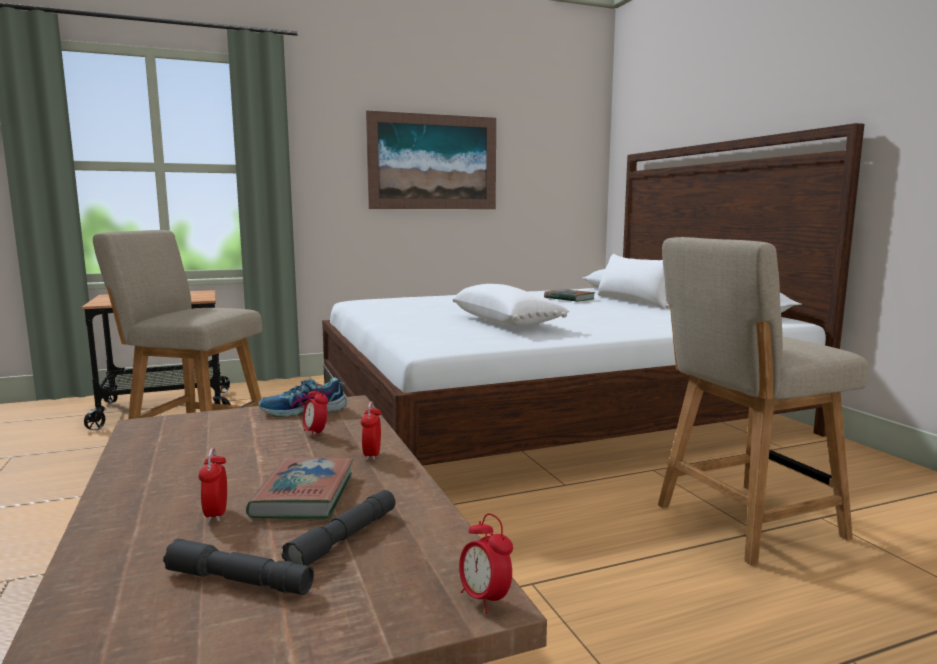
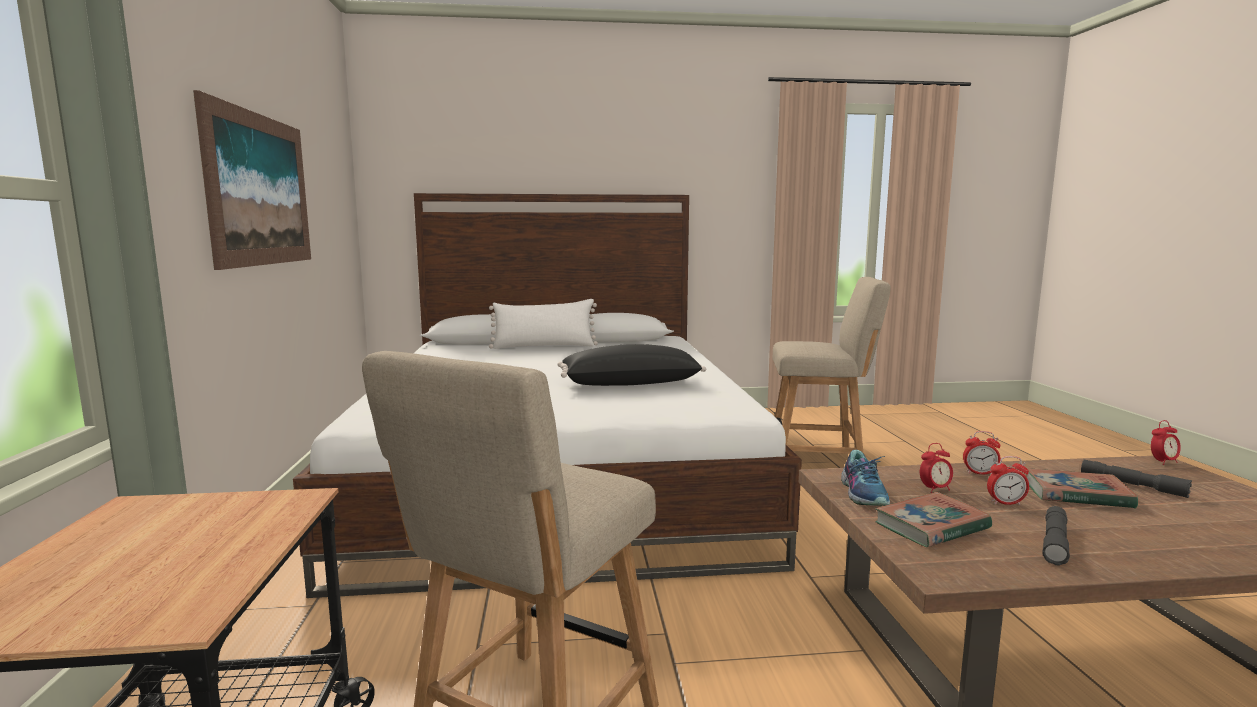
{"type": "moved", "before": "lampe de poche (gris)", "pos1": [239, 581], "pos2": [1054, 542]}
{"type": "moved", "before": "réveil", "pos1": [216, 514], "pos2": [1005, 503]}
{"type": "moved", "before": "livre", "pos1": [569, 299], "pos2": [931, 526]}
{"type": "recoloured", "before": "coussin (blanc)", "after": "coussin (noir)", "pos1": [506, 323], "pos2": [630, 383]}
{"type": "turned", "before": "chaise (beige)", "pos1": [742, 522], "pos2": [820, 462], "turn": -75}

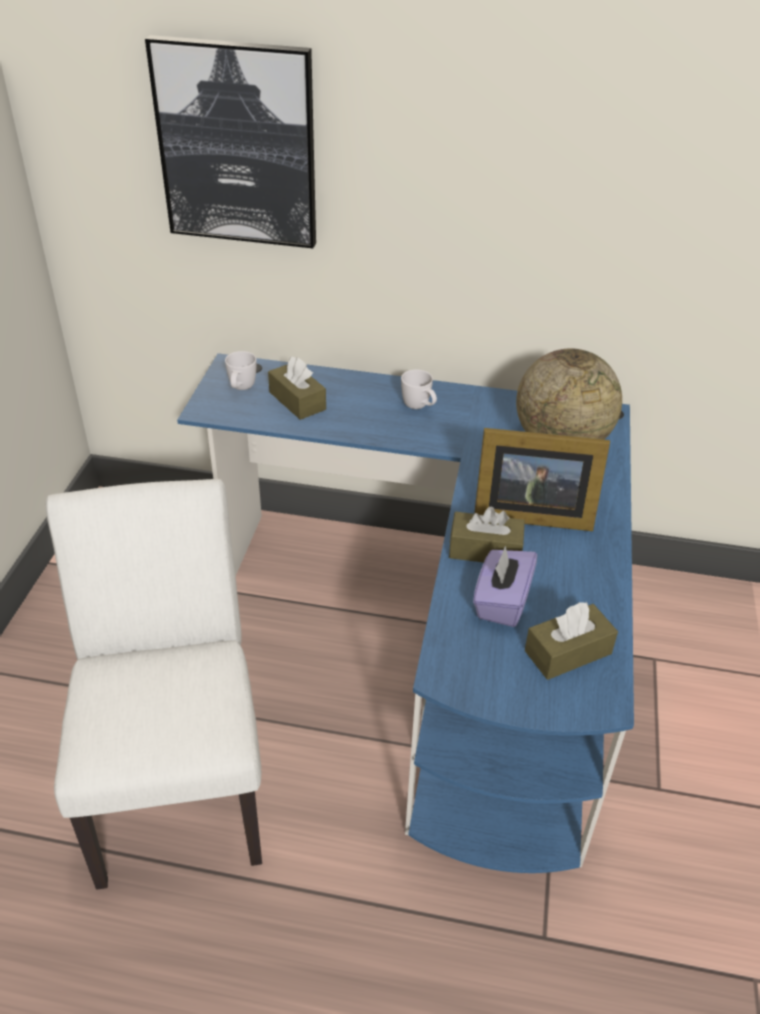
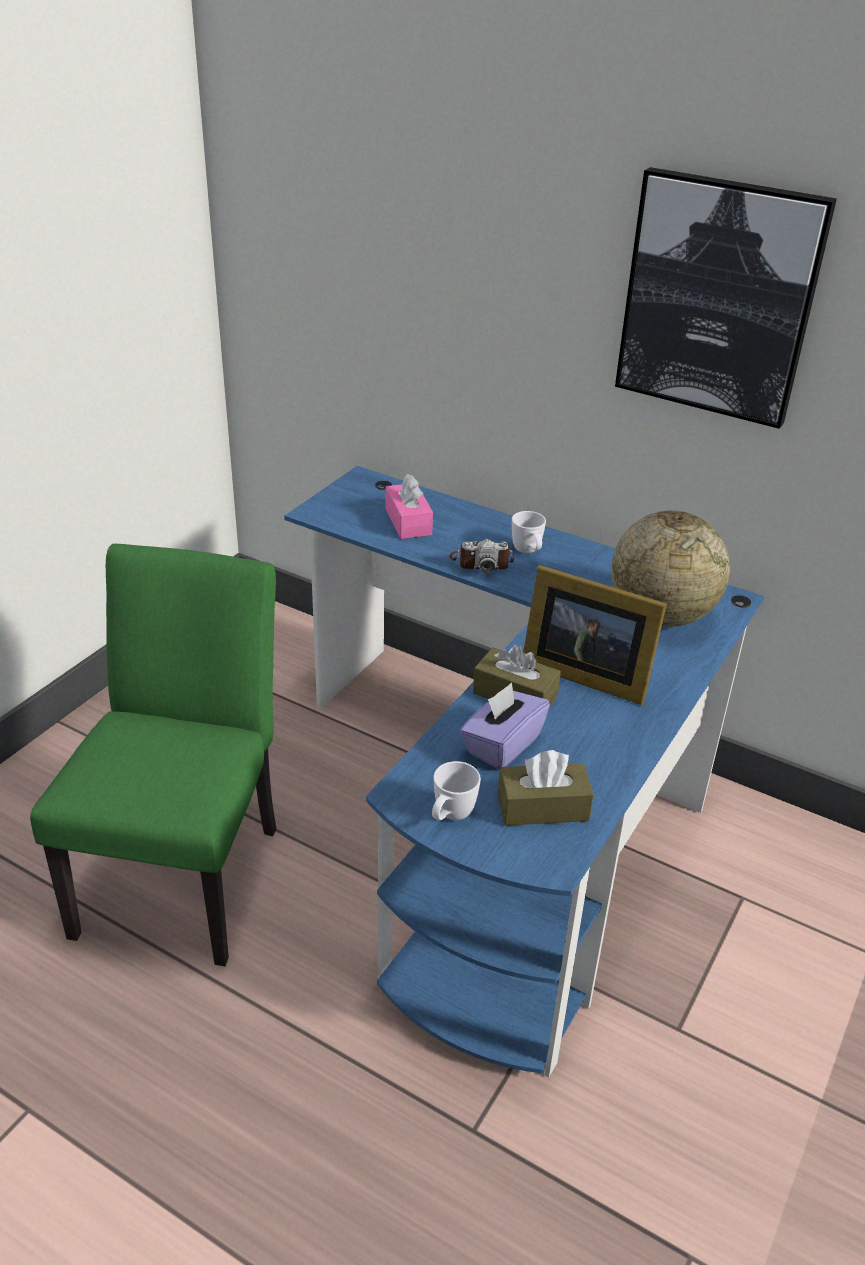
{"type": "added", "after": "appareil photo", "pos2": [481, 562]}
{"type": "moved", "before": "tableau", "pos1": [237, 144], "pos2": [718, 298]}
{"type": "moved", "before": "mug (blanc)", "pos1": [241, 389], "pos2": [450, 816]}
{"type": "recoloured", "before": "chaise (blanc)", "after": "chaise (vert)", "pos1": [179, 780], "pos2": [186, 868]}
{"type": "recoloured", "before": "boîte à mouchoirs (marron)", "after": "boîte à mouchoirs (rose)", "pos1": [297, 401], "pos2": [408, 522]}

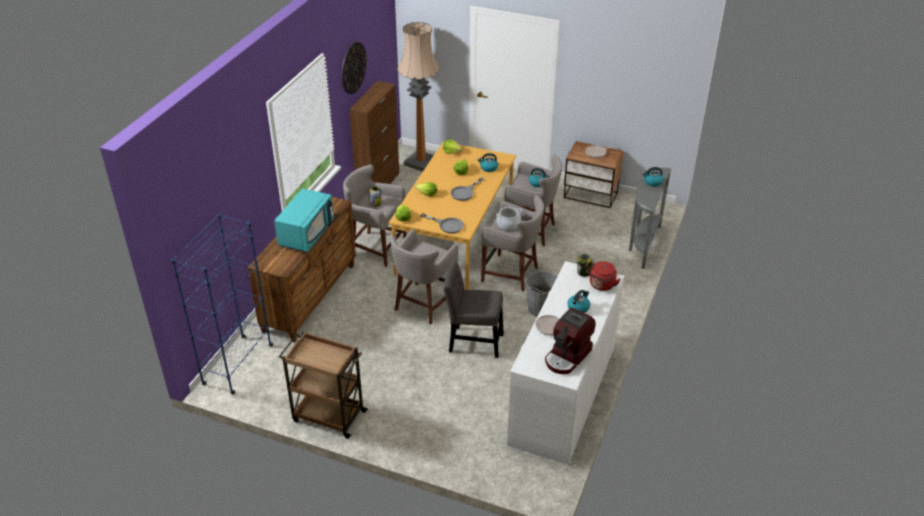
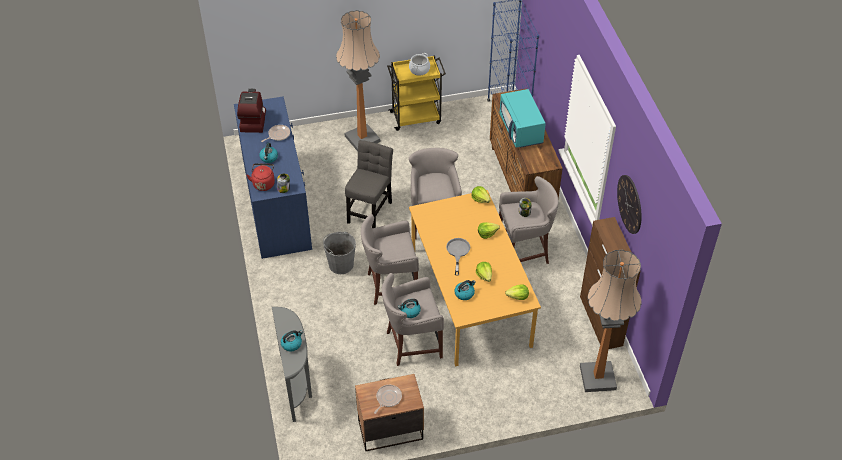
{"type": "removed", "before": "poêle (gris)", "pos1": [447, 225]}
{"type": "added", "after": "lampadaire", "pos2": [362, 139]}
{"type": "moved", "before": "marmite", "pos1": [508, 224], "pos2": [419, 70]}
{"type": "recoloured", "before": "chariot (marron)", "after": "chariot (jaune)", "pos1": [328, 416], "pos2": [416, 117]}
{"type": "recoloured", "before": "commode (blanc)", "after": "commode (bleu)", "pos1": [563, 394], "pos2": [276, 204]}
{"type": "turned", "before": "chaise (gris)", "pos1": [473, 342], "pos2": [370, 210], "turn": -45}

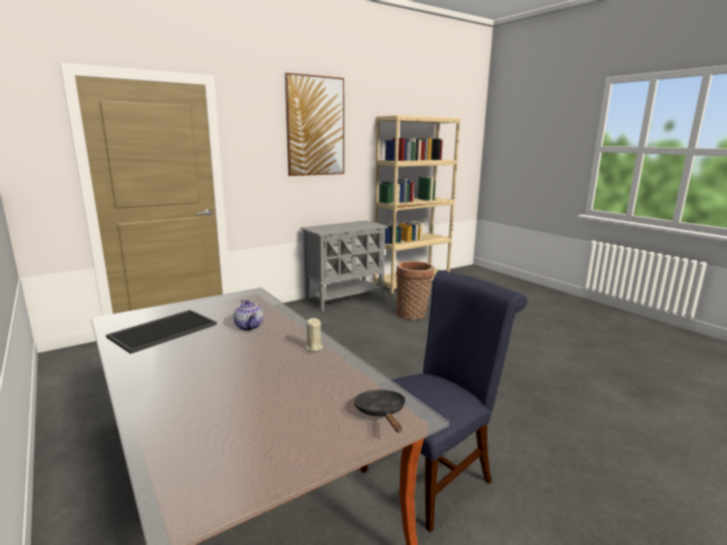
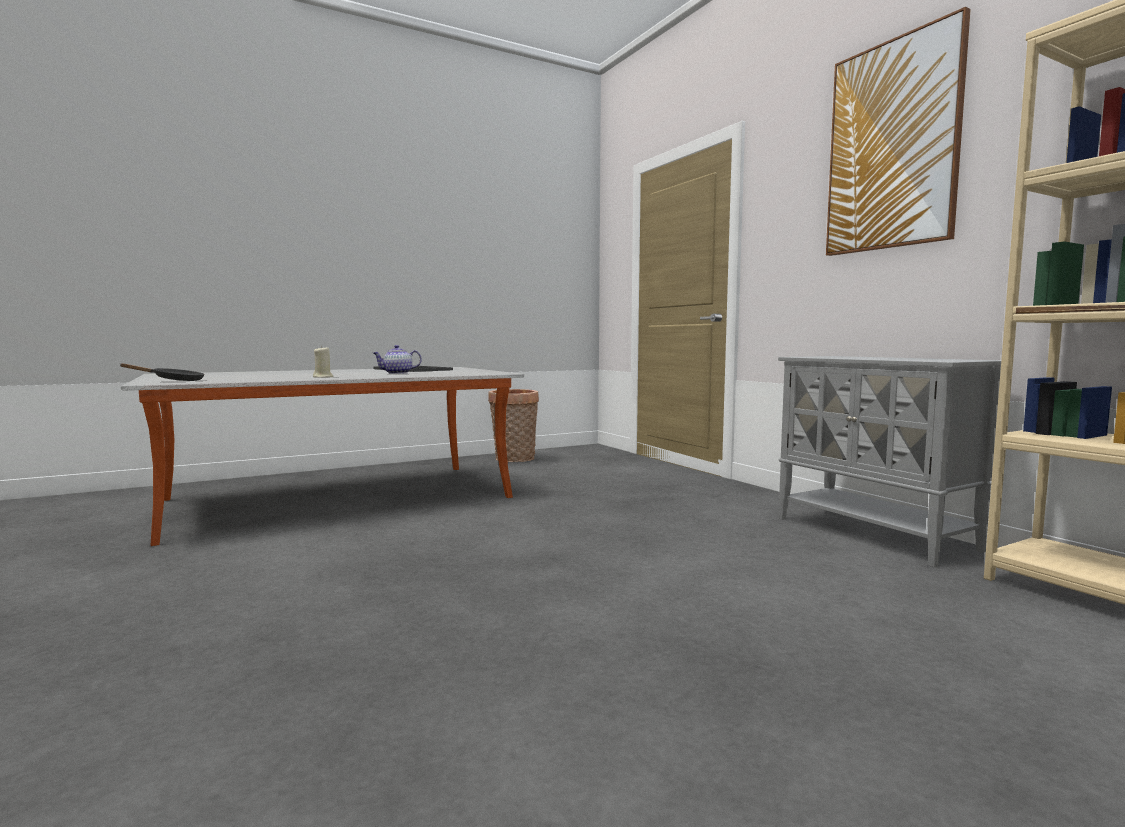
{"type": "removed", "before": "chaise (bleu)", "pos1": [431, 473]}
{"type": "moved", "before": "panier", "pos1": [413, 314], "pos2": [514, 460]}

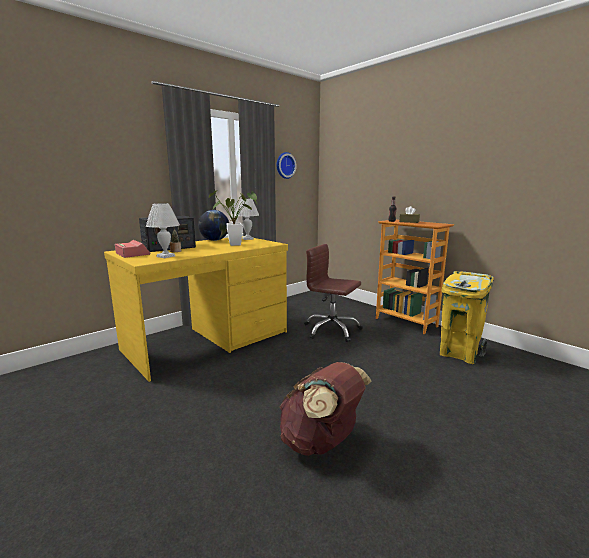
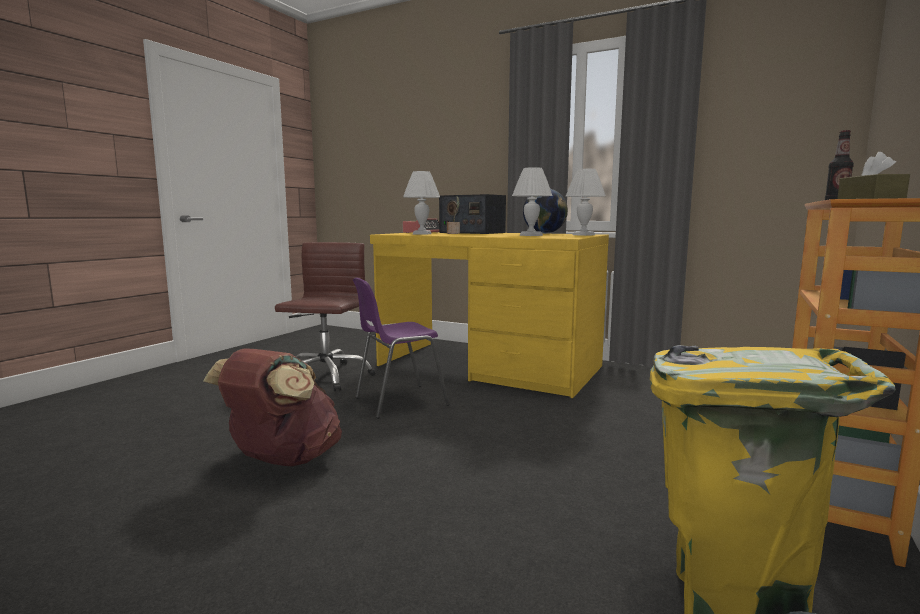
{"type": "removed", "before": "horloge murale", "pos1": [284, 165]}
{"type": "added", "after": "chaise (violet)", "pos2": [398, 401]}
{"type": "moved", "before": "chaise de bureau (marron)", "pos1": [331, 330], "pos2": [326, 377]}
{"type": "replaced", "before": "plante en pot", "after": "lampe de table (blanc)", "pos1": [238, 244], "pos2": [531, 235]}

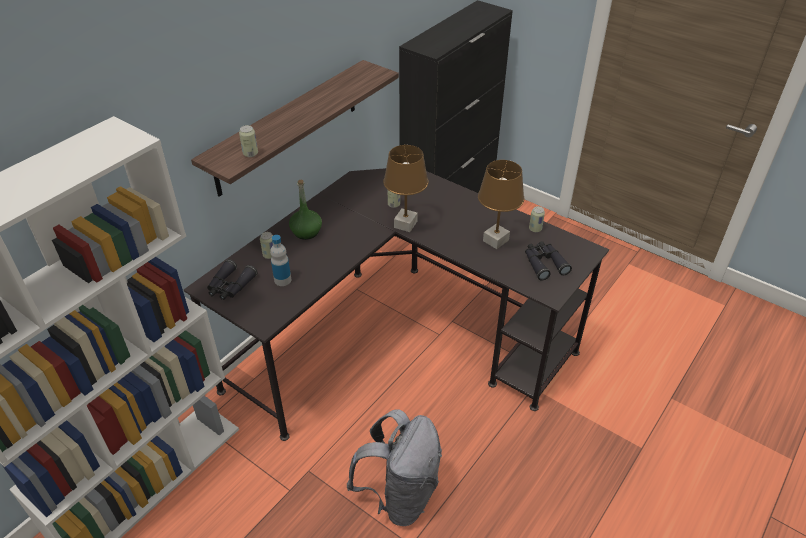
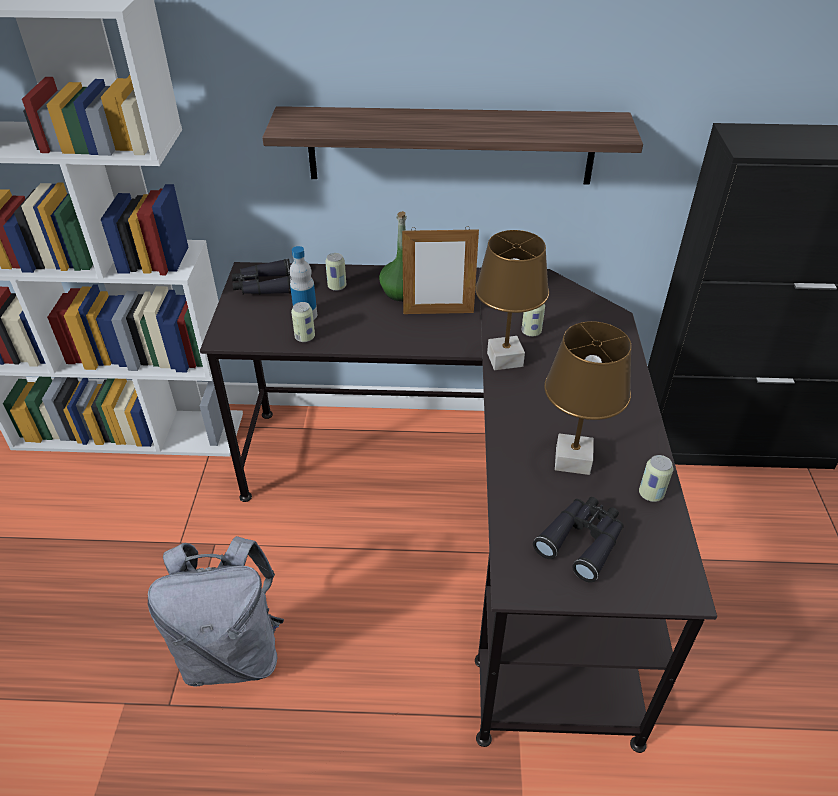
{"type": "added", "after": "cadre photo", "pos2": [438, 313]}
{"type": "moved", "before": "boîte métallique", "pos1": [250, 154], "pos2": [305, 337]}

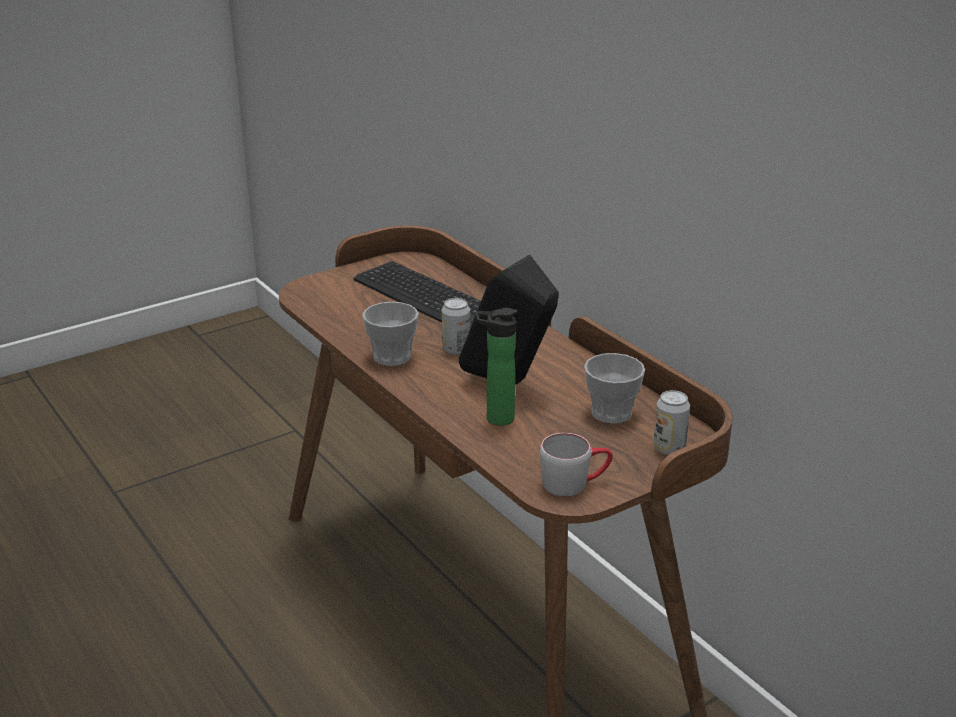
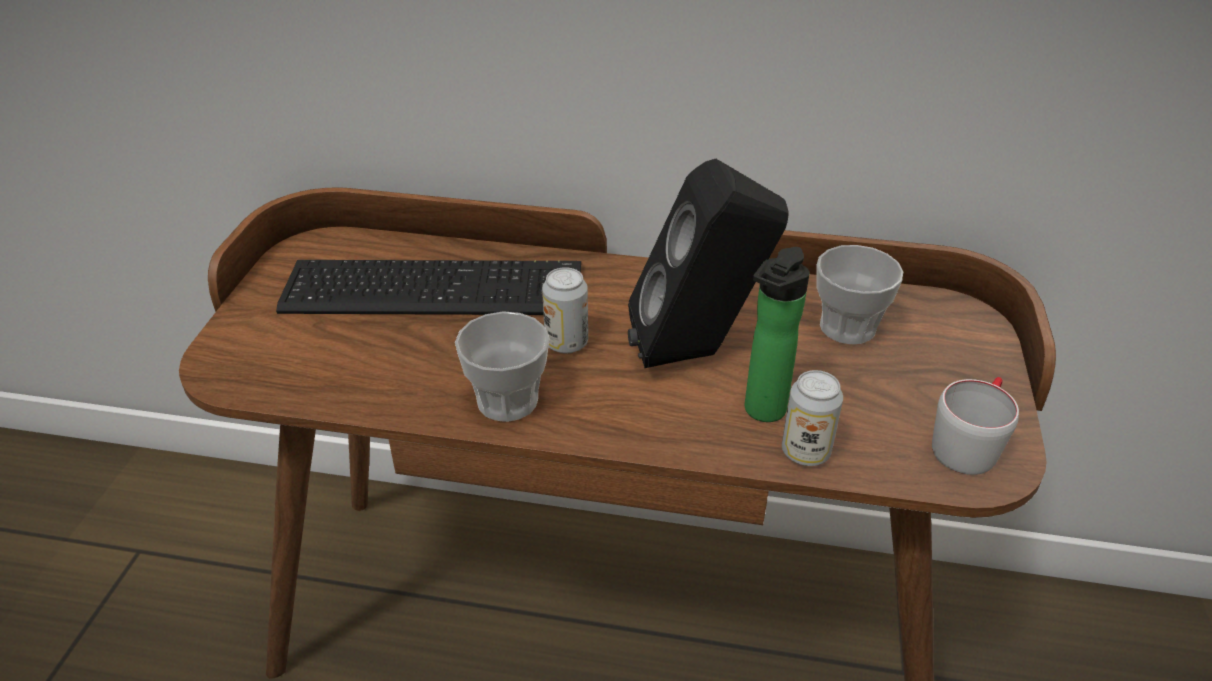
{"type": "moved", "before": "boîte métallique", "pos1": [669, 448], "pos2": [805, 452]}

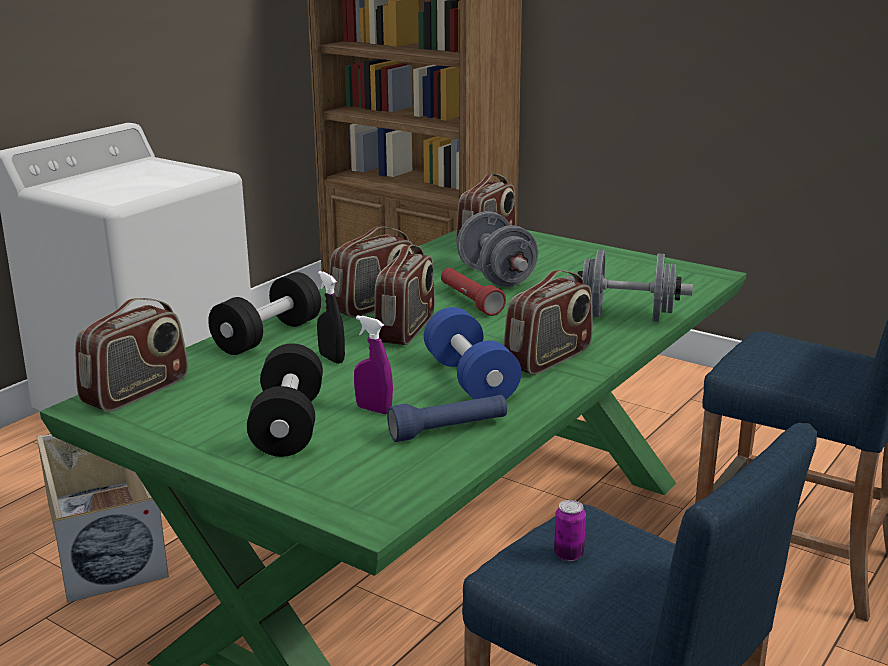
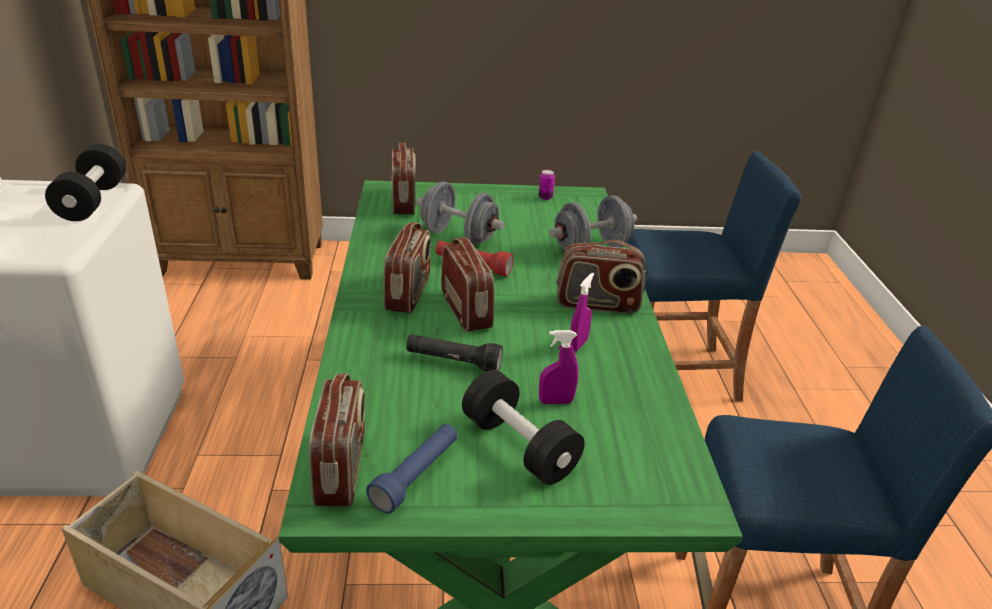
{"type": "moved", "before": "haltère (noir)", "pos1": [268, 336], "pos2": [93, 201]}
{"type": "moved", "before": "lampe de poche (bleu)", "pos1": [448, 430], "pos2": [416, 476]}
{"type": "moved", "before": "boîte métallique", "pos1": [568, 555], "pos2": [545, 197]}
{"type": "replaced", "before": "vaporisateur (noir)", "after": "lampe de poche (noir)", "pos1": [331, 358], "pos2": [453, 362]}
{"type": "replaced", "before": "haltère (bleu)", "after": "vaporisateur (violet)", "pos1": [470, 380], "pos2": [578, 344]}
{"type": "turned", "before": "radio", "pos1": [548, 358], "pos2": [597, 304], "turn": 90}

